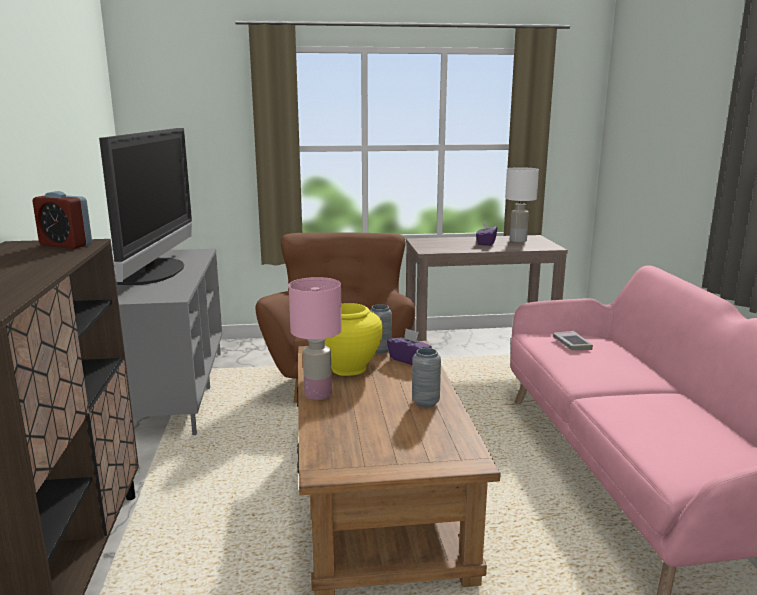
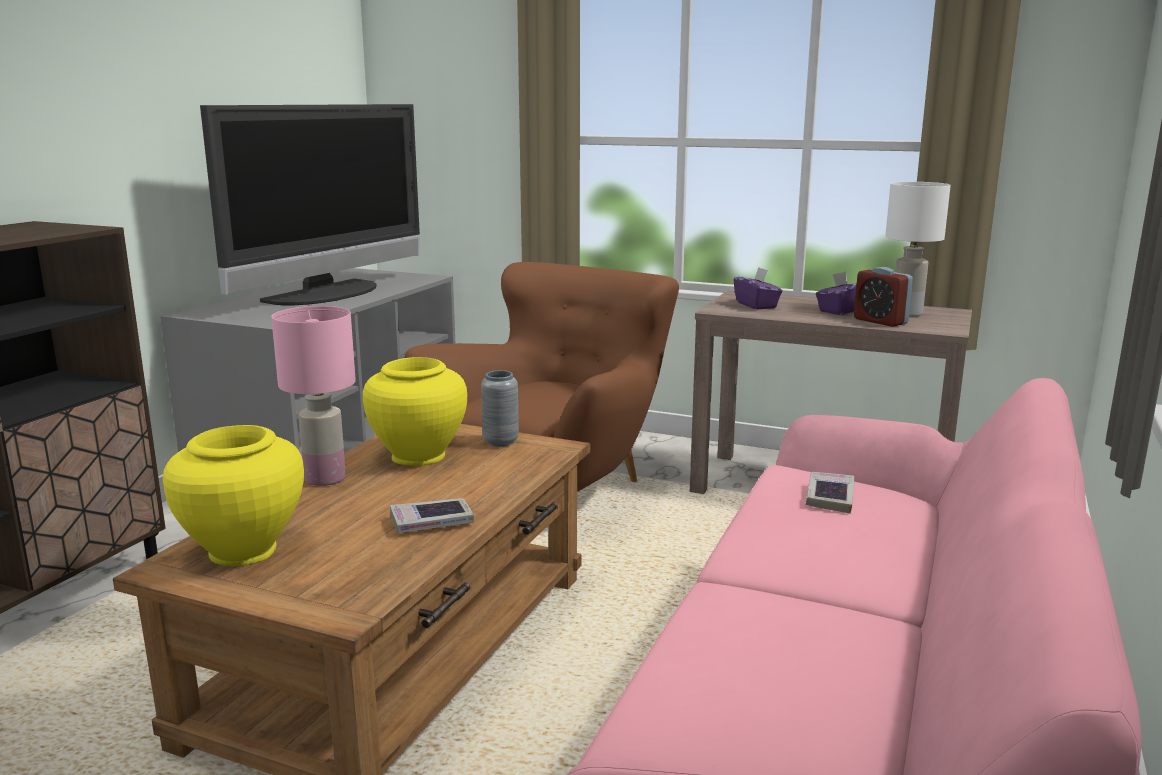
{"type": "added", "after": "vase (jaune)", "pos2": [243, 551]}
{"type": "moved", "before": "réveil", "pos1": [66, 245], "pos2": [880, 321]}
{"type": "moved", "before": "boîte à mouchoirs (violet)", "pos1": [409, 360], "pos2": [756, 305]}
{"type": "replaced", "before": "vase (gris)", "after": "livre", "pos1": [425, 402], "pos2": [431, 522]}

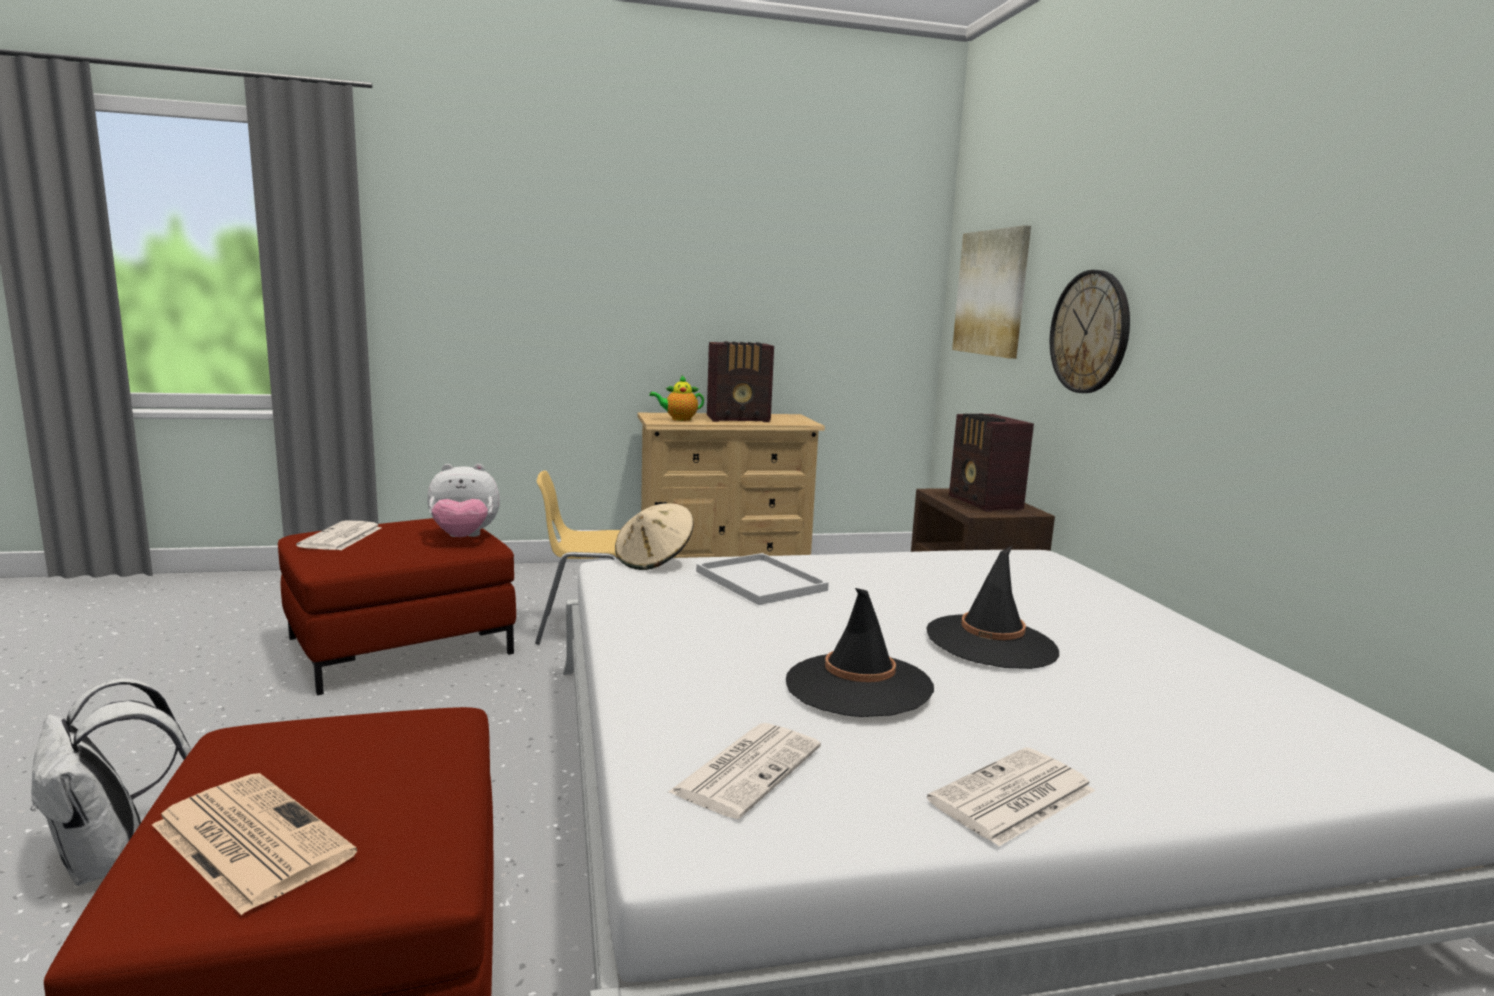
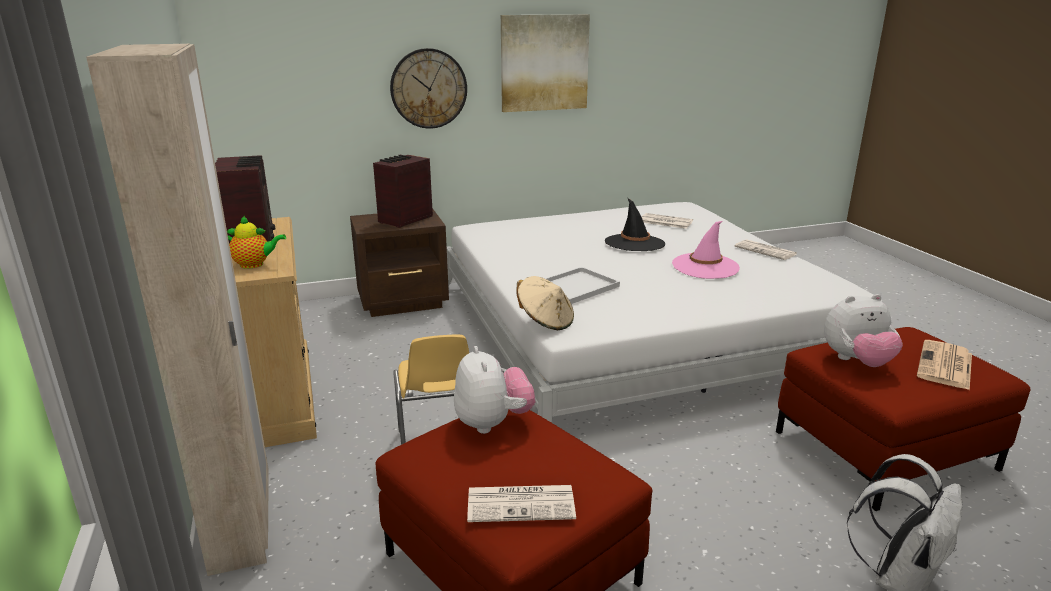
{"type": "added", "after": "armoire (beige)", "pos2": [242, 524]}
{"type": "added", "after": "peluche", "pos2": [856, 361]}
{"type": "moved", "before": "journal", "pos1": [747, 768], "pos2": [665, 221]}
{"type": "moved", "before": "tableau", "pos1": [991, 293], "pos2": [544, 63]}
{"type": "recoloured", "before": "chapeau (noir)", "after": "chapeau (rose)", "pos1": [858, 685], "pos2": [705, 266]}
{"type": "turned", "before": "théière", "pos1": [679, 419], "pos2": [254, 264], "turn": -75}
{"type": "turned", "before": "radio", "pos1": [984, 503], "pos2": [404, 220], "turn": 150}

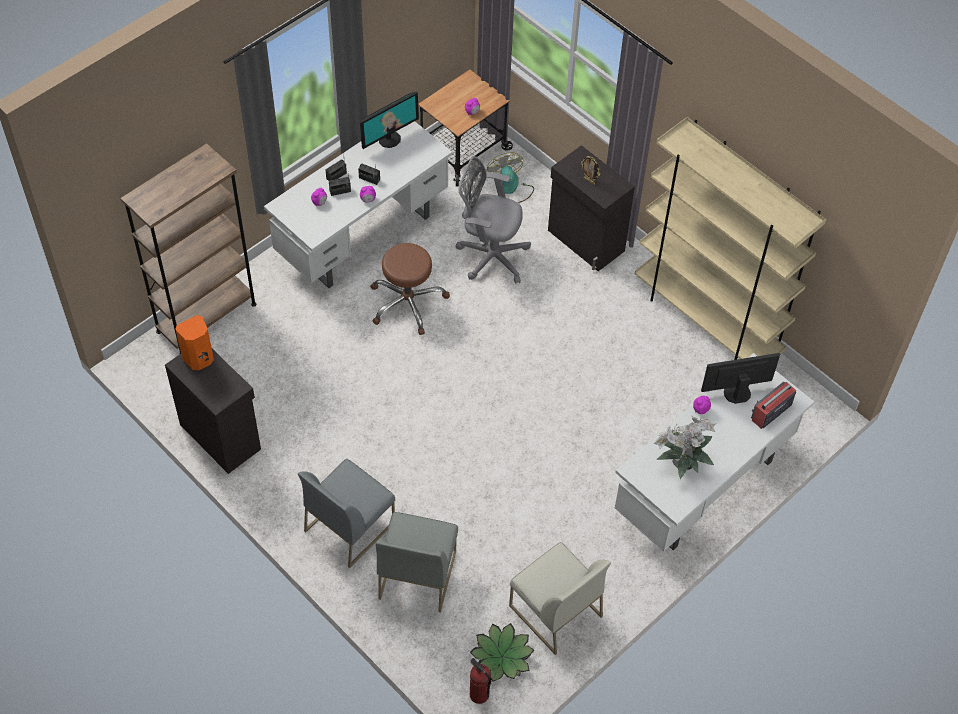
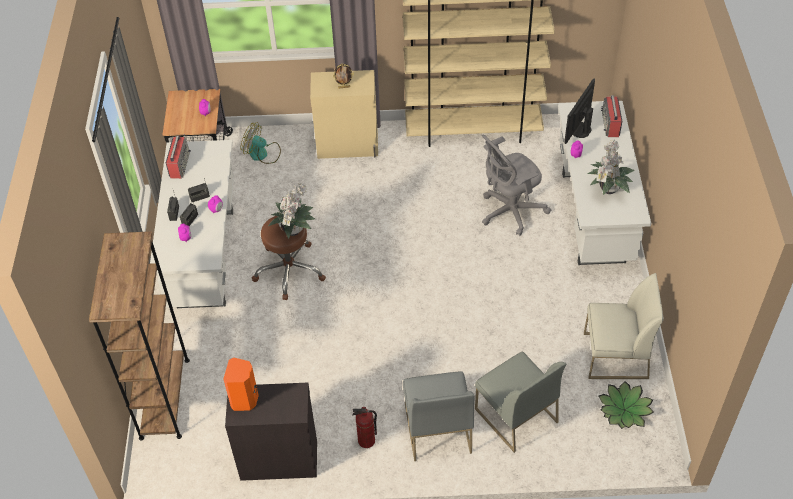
{"type": "added", "after": "plante en pot", "pos2": [294, 230]}
{"type": "moved", "before": "chaise de bureau (gris)", "pos1": [490, 256], "pos2": [509, 212]}
{"type": "moved", "before": "extincteur", "pos1": [478, 695], "pos2": [366, 441]}
{"type": "replaced", "before": "écran d'ordinateur", "after": "radio", "pos1": [389, 139], "pos2": [179, 164]}
{"type": "recoloured", "before": "meuble de rangement (noir)", "after": "meuble de rangement (beige)", "pos1": [585, 241], "pos2": [348, 146]}

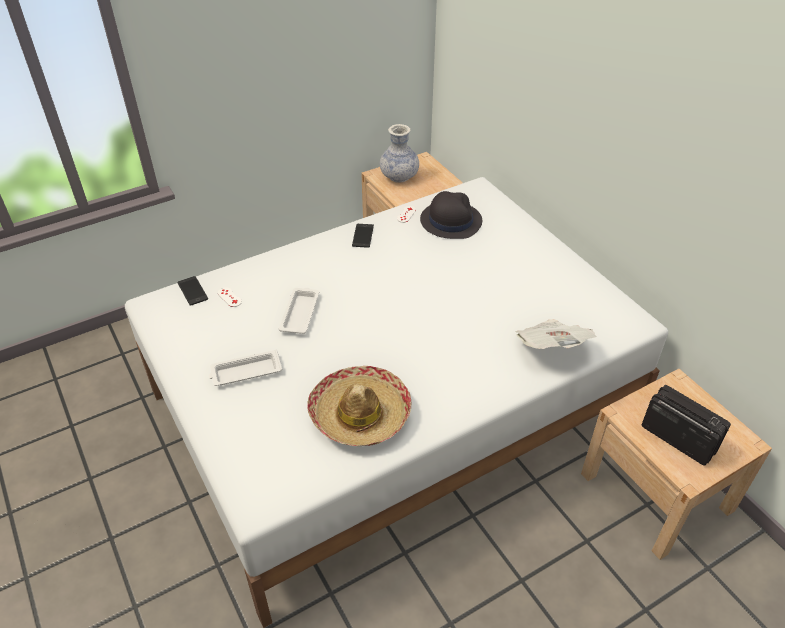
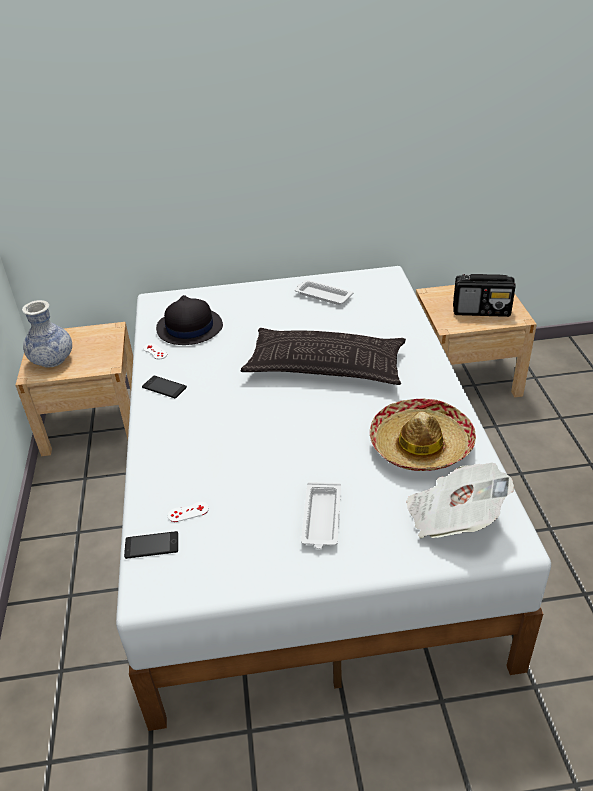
{"type": "added", "after": "coussin", "pos2": [325, 366]}
{"type": "moved", "before": "plateau (blanc)", "pos1": [300, 313], "pos2": [322, 295]}
{"type": "moved", "before": "journal", "pos1": [551, 348], "pos2": [453, 517]}
{"type": "turned", "before": "radio", "pos1": [677, 438], "pos2": [482, 311], "turn": -150}

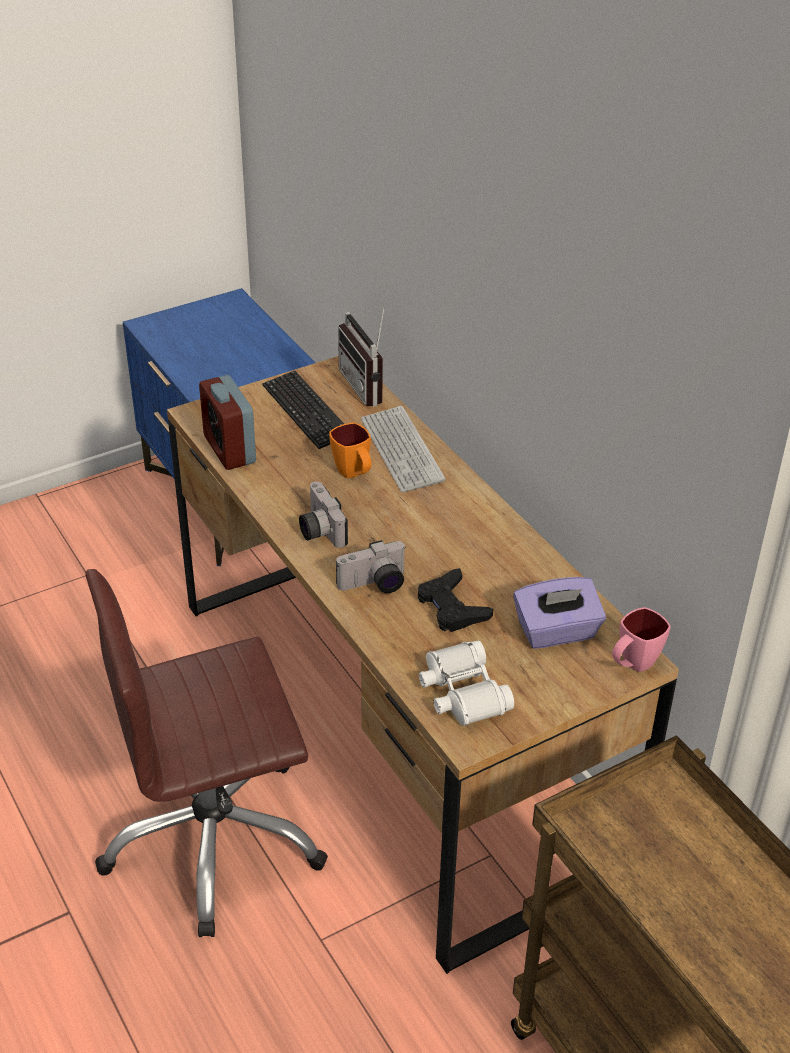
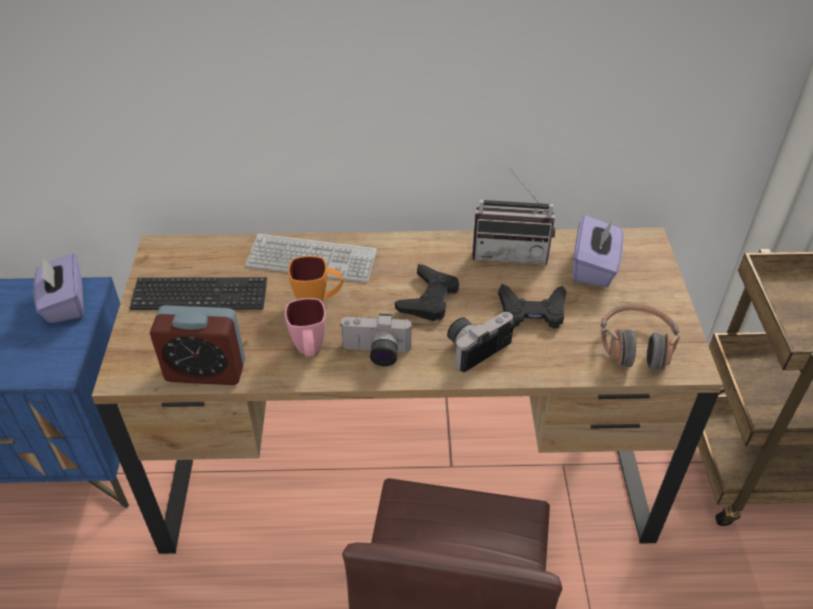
{"type": "added", "after": "boîte à mouchoirs (violet)", "pos2": [65, 303]}
{"type": "added", "after": "manette (noir)", "pos2": [429, 298]}
{"type": "moved", "before": "radio", "pos1": [369, 386], "pos2": [510, 252]}
{"type": "moved", "before": "mug (rose)", "pos1": [633, 665], "pos2": [309, 351]}
{"type": "replaced", "before": "jumelles (blanc)", "after": "casque audio", "pos1": [462, 693], "pos2": [636, 346]}
{"type": "turned", "before": "appareil photo", "pos1": [374, 585], "pos2": [475, 346], "turn": -135}

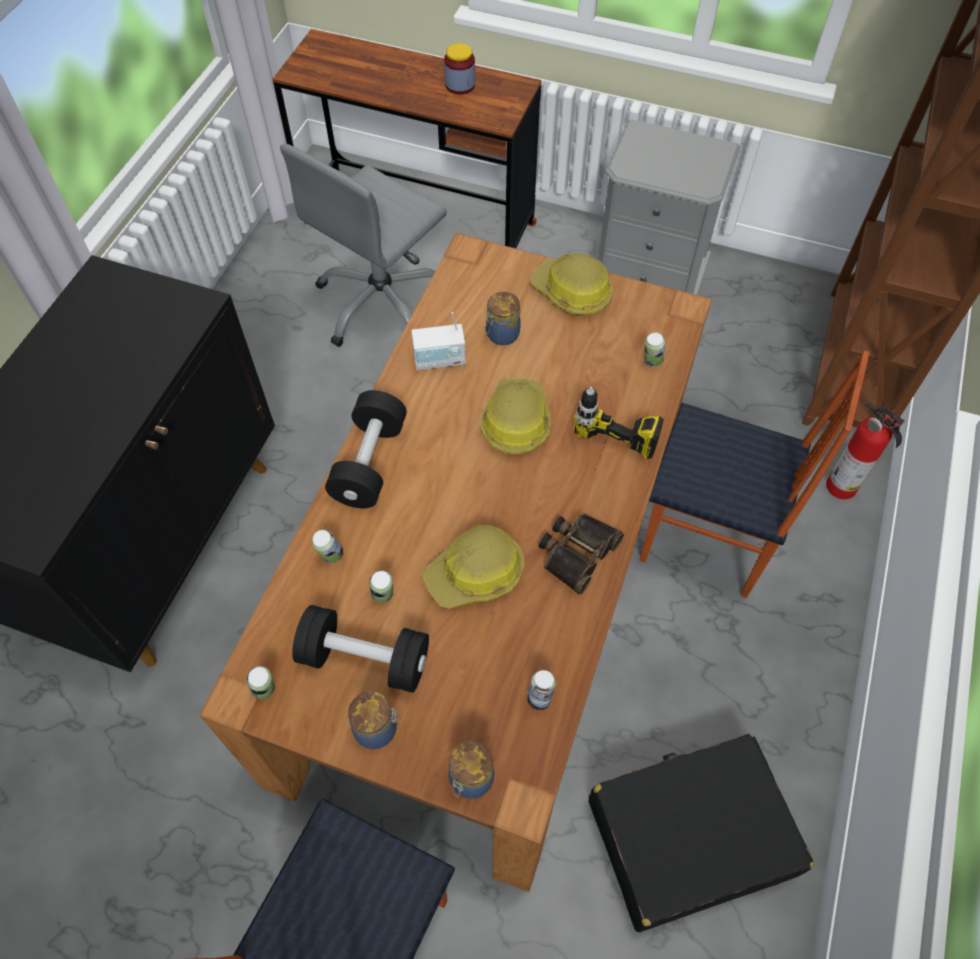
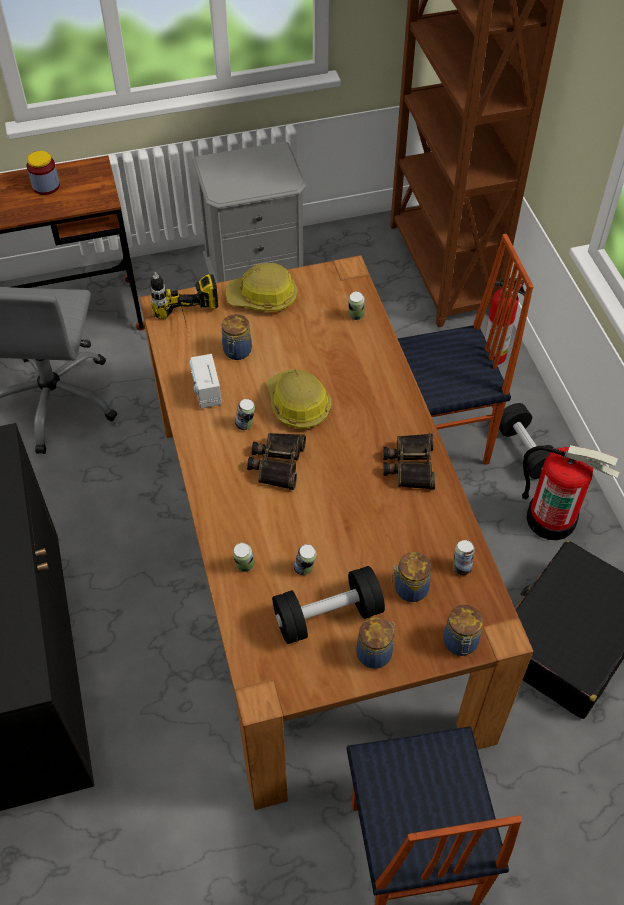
{"type": "removed", "before": "casque de chantier", "pos1": [476, 574]}
{"type": "added", "after": "jumelles", "pos2": [276, 463]}
{"type": "added", "after": "bocal", "pos2": [409, 589]}
{"type": "added", "after": "extincteur", "pos2": [551, 518]}
{"type": "moved", "before": "boîte métallique", "pos1": [265, 690], "pos2": [245, 425]}
{"type": "moved", "before": "haltère (noir)", "pos1": [369, 462], "pos2": [524, 451]}
{"type": "moved", "before": "perceuse", "pos1": [604, 464], "pos2": [189, 327]}
{"type": "turned", "before": "radio", "pos1": [440, 360], "pos2": [206, 392], "turn": 120}

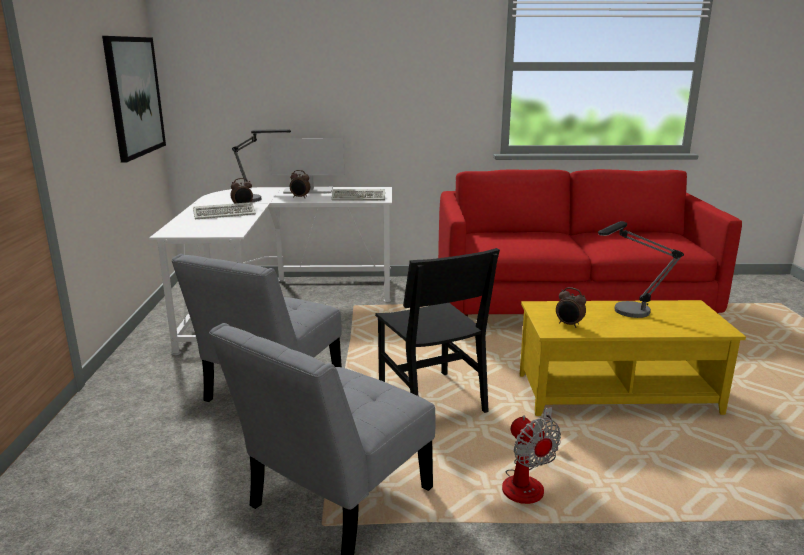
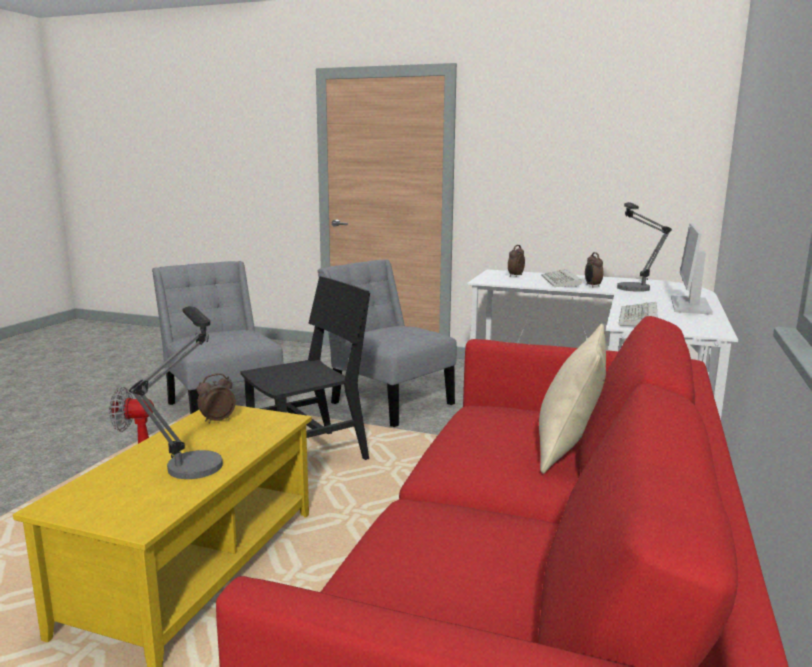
{"type": "removed", "before": "tableau", "pos1": [134, 96]}
{"type": "added", "after": "coussin (beige)", "pos2": [567, 450]}
{"type": "moved", "before": "réveil", "pos1": [300, 197], "pos2": [515, 276]}
{"type": "turned", "before": "chaise (noir)", "pos1": [431, 400], "pos2": [309, 456], "turn": 150}

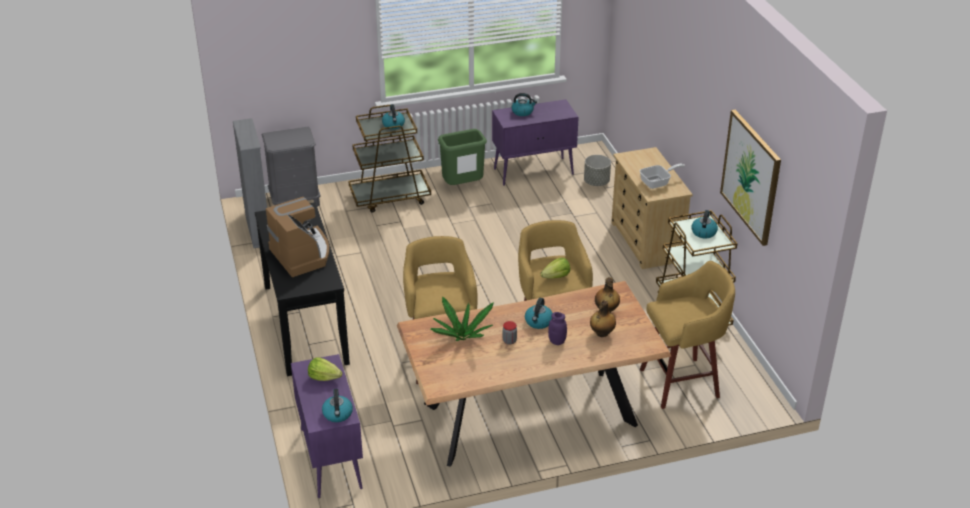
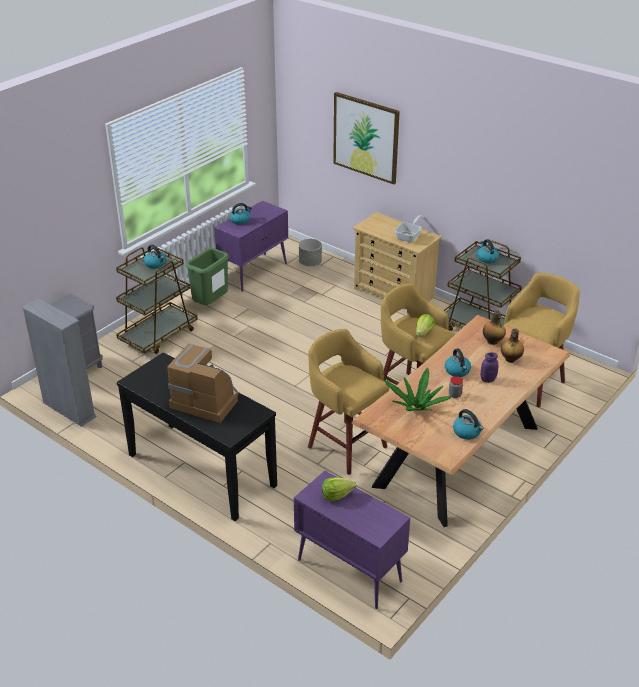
{"type": "moved", "before": "bouilloire", "pos1": [338, 414], "pos2": [467, 432]}
{"type": "moved", "before": "tableau", "pos1": [751, 176], "pos2": [366, 137]}

